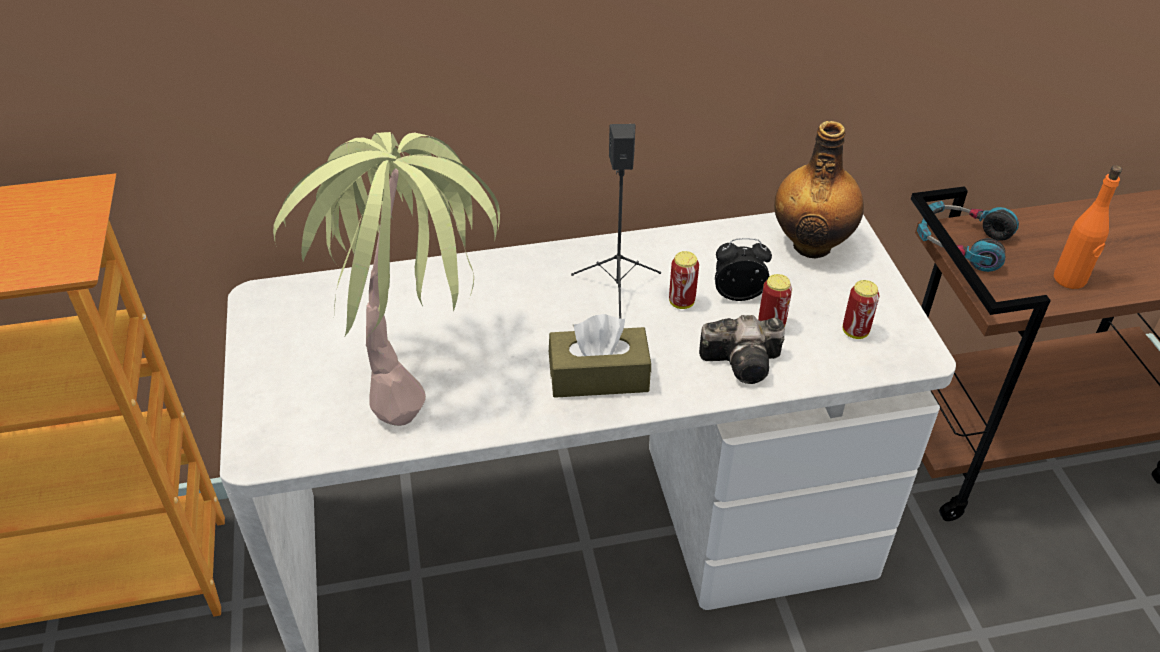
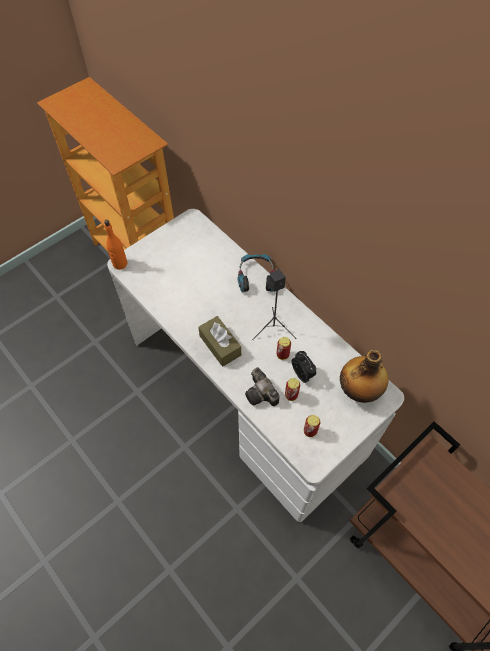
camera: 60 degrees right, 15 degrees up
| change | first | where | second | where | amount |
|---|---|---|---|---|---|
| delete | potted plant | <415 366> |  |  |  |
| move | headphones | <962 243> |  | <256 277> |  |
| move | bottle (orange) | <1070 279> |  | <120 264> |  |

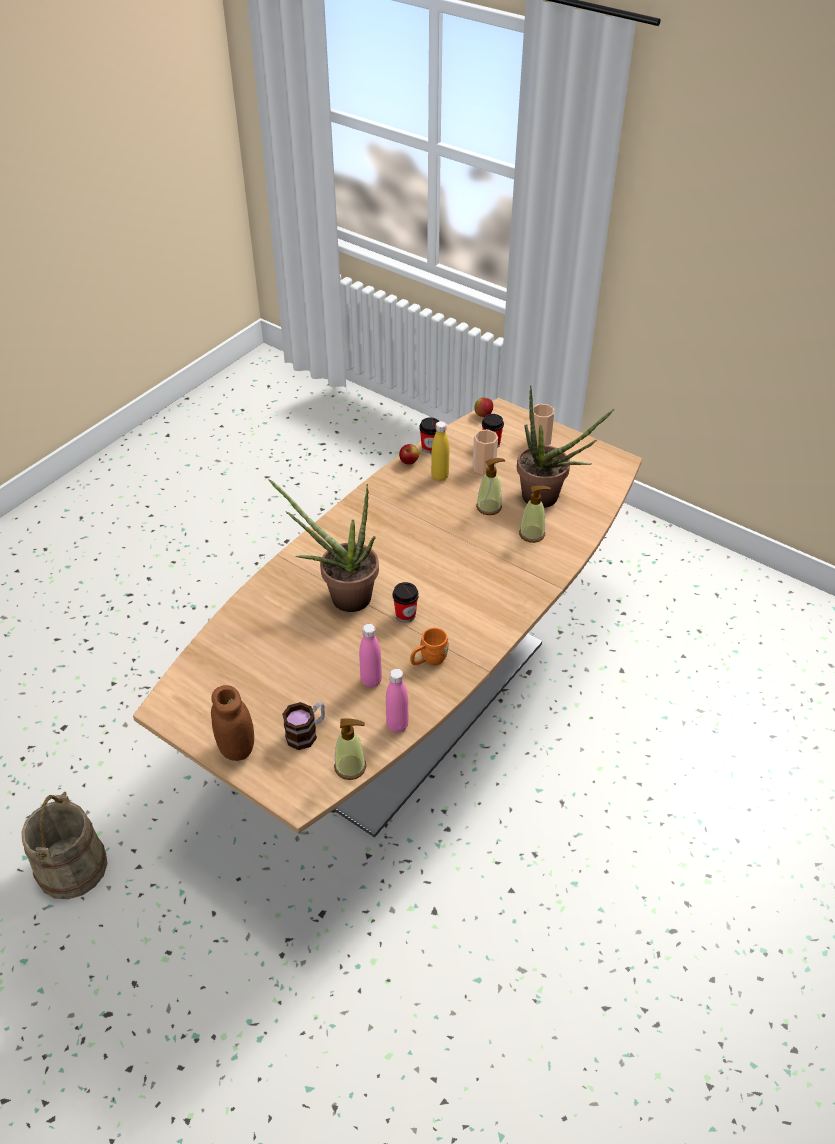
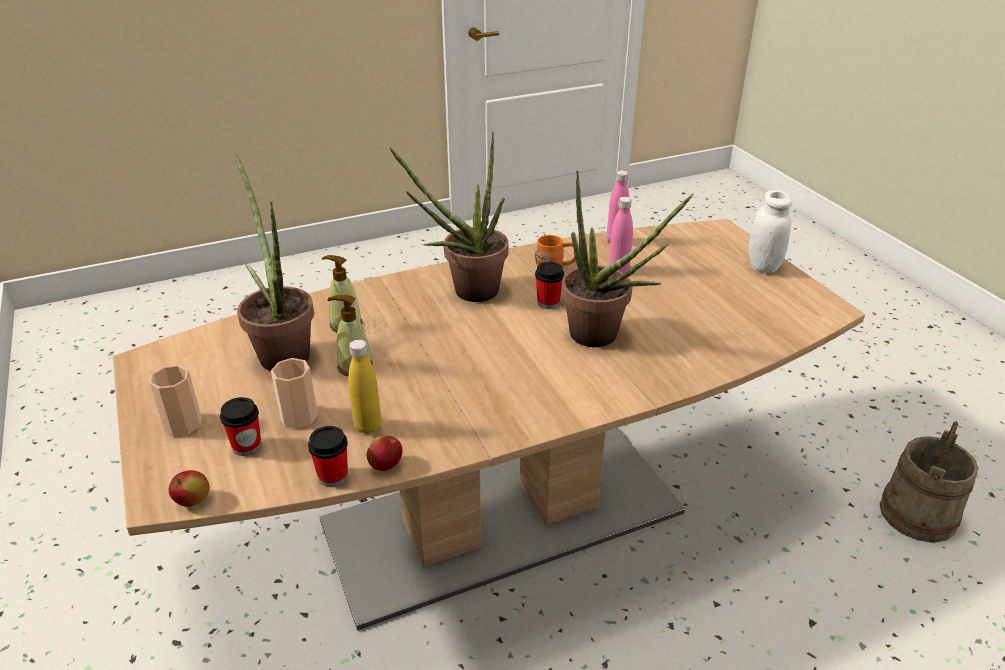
camera: 150 degrees left, 10 degrees down
| change | first | where | second | where | amount |
|---|---|---|---|---|---|
| recolor | jar (brown) | <236 748> | jar (white) | <763 266> |  |
| delete | mug | <307 733> |  |  |  |
| delete | soap dispenser | <350 767> |  |  |  |
| insert |  |  | potted plant | <467 292> |  |

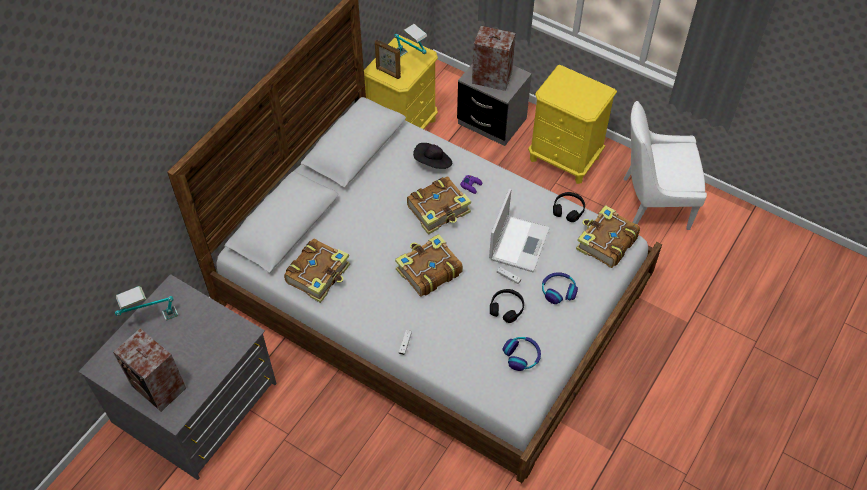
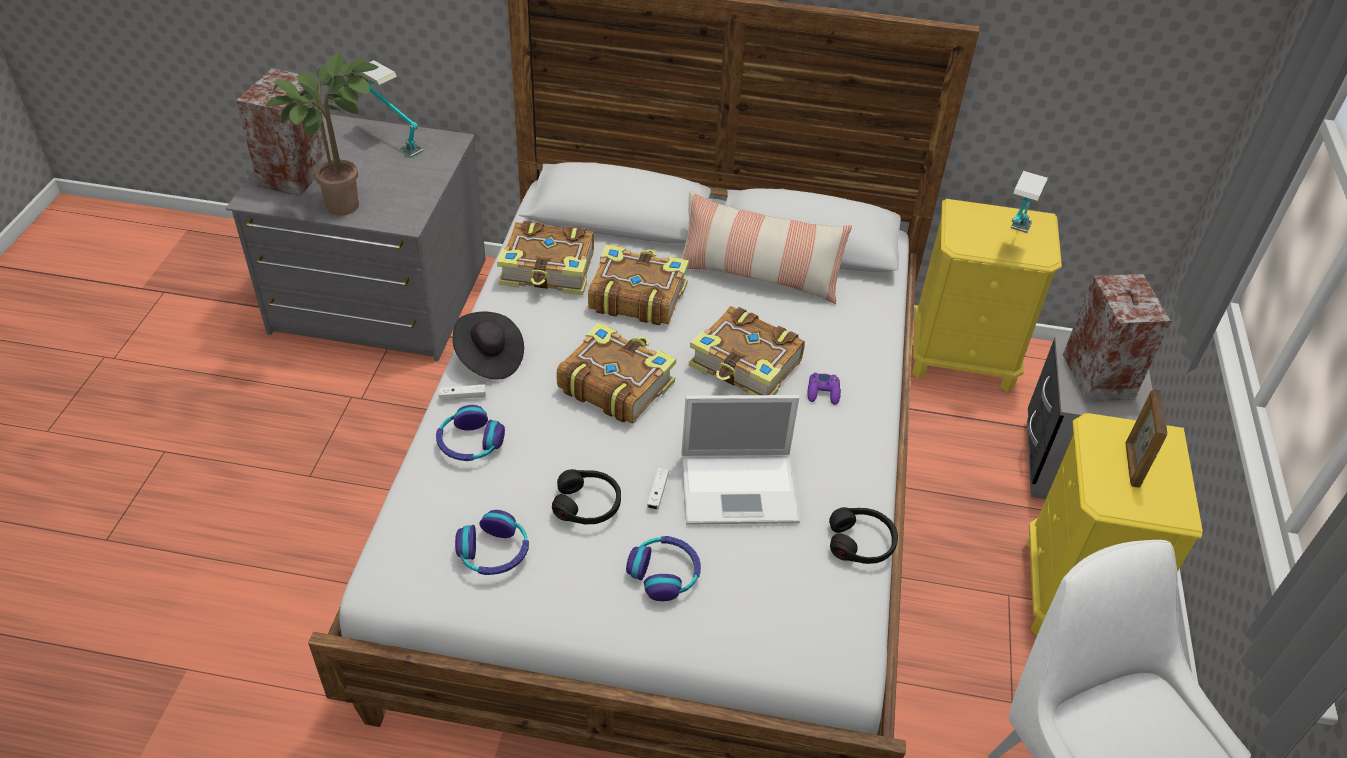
camera: 65 degrees right, 10 degrees down
| change | first | where | second | where | amount |
|---|---|---|---|---|---|
| move | picture frame | <388 73> |  | <1131 465> |  |
| move | hat (black) | <433 163> |  | <489 358> |  |
| move | book | <605 243> |  | <636 296> |  |
| insert |  |  | potted plant | <345 202> |  |
| insert |  |  | headphones | <470 443> |  |
| insert |  |  | pillow | <758 275> |  |

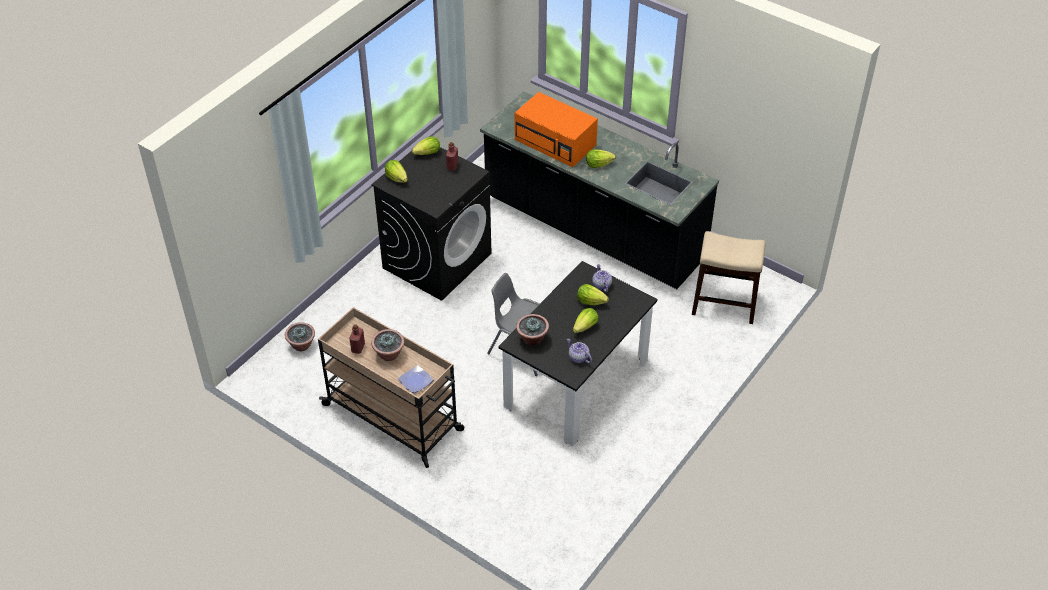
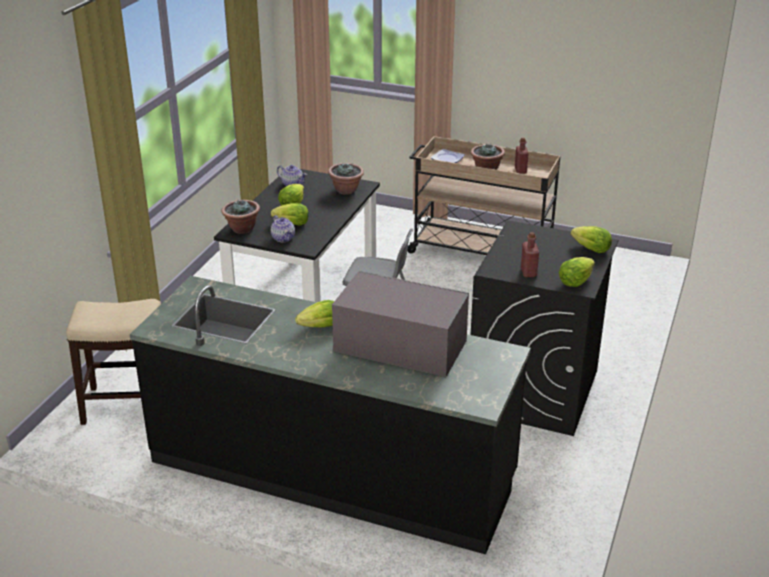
camera: 165 degrees right, 15 degrees down
| change | first | where | second | where | amount |
|---|---|---|---|---|---|
| move | potted plant | <302 345> |  | <242 229> |  |
| recolor | microwave (orange) | <556 142> | microwave (grey) | <398 346> |  |

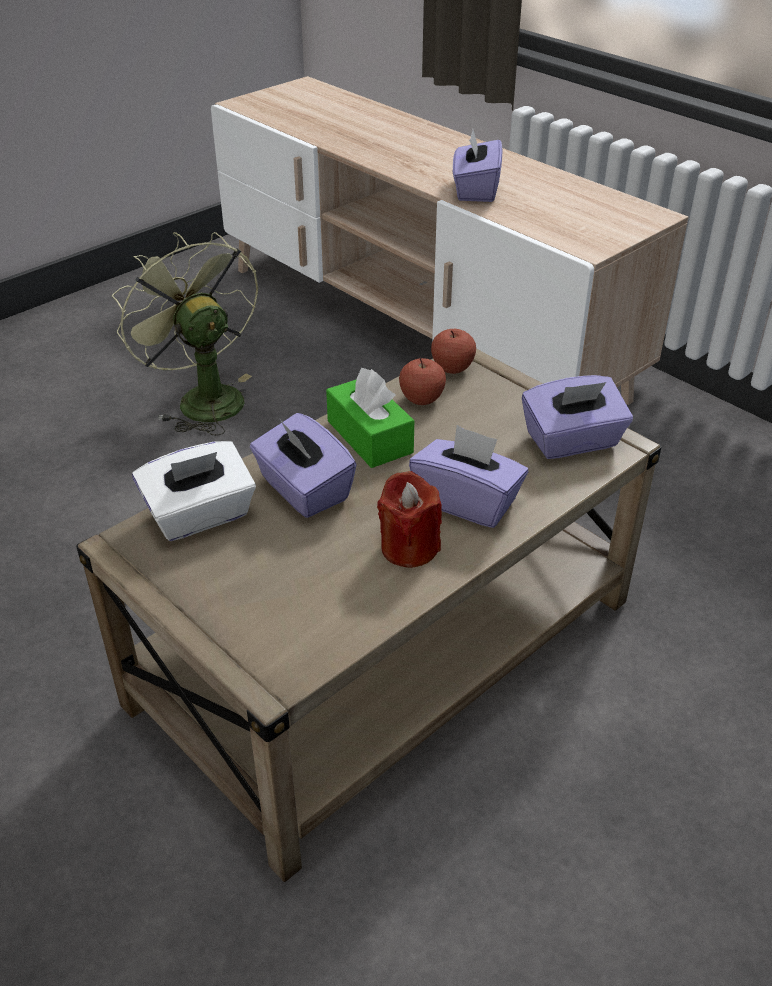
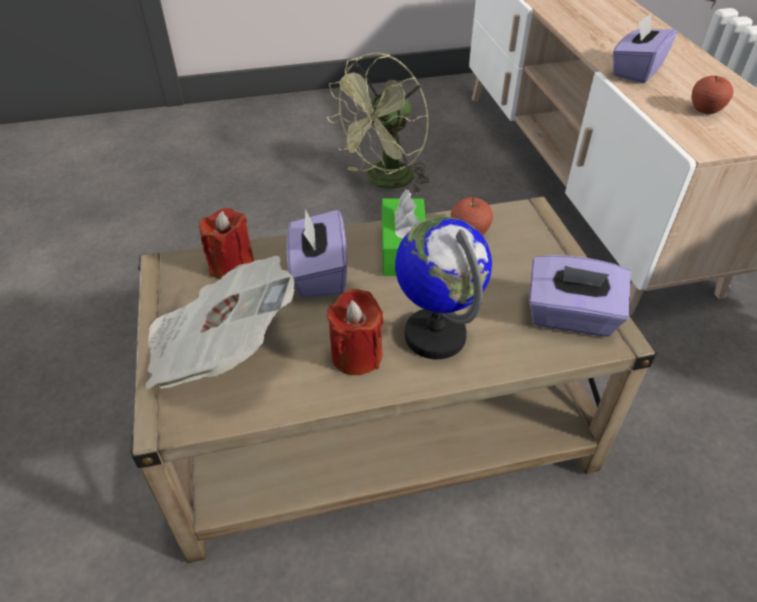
camera: 30 degrees right, 5 degrees up
| change | first | where | second | where | amount |
|---|---|---|---|---|---|
| rotate | fan (green) | <202 398> |  | <384 182> | 135 degrees counterclockwise |
| replace | tissue box (white) | <200 516> | candle (red) | <232 266> |  |
| replace | tissue box (purple) | <467 502> | globe | <435 335> |  |
| move | apple | <452 368> |  | <705 110> |  |
| insert |  |  | newspaper | <219 350> |  |

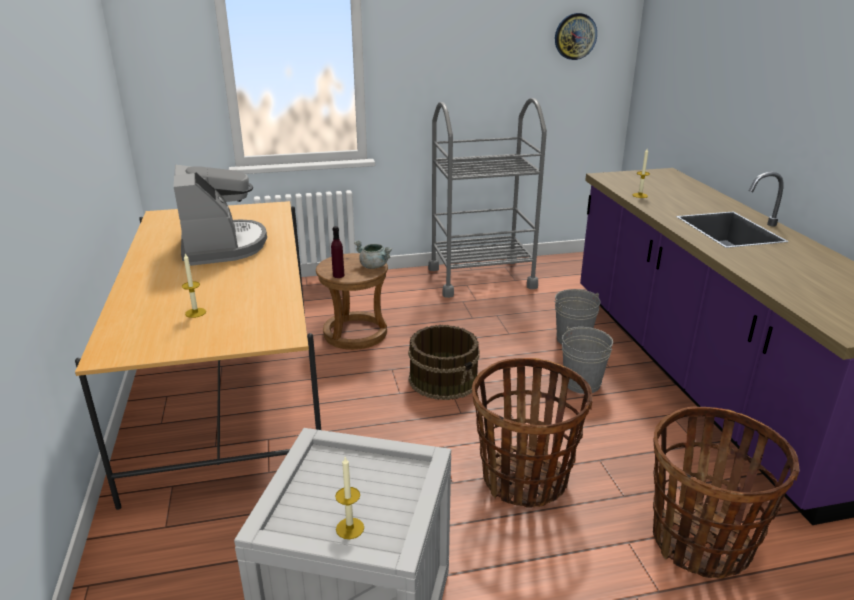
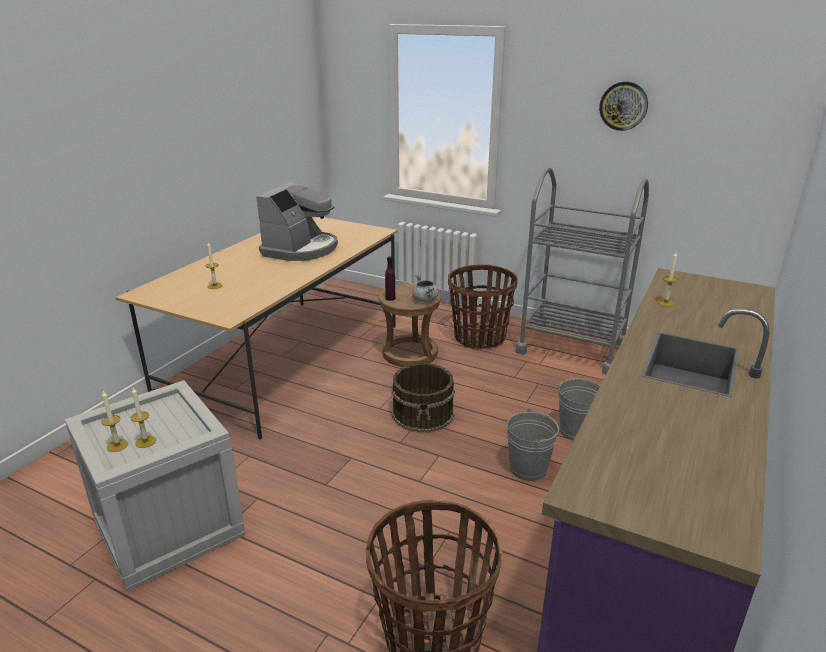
camera: 40 degrees right, 0 degrees up
| change | first | where | second | where | amount |
|---|---|---|---|---|---|
| move | basket | <524 480> |  | <479 338> |  |
| move | wall clock | <575 36> |  | <623 106> |  |
| insert |  |  | candle | <145 441> |  |

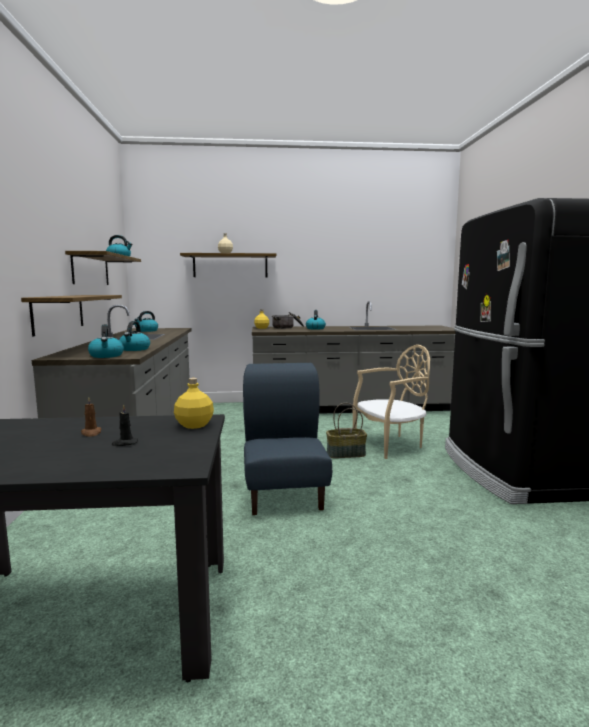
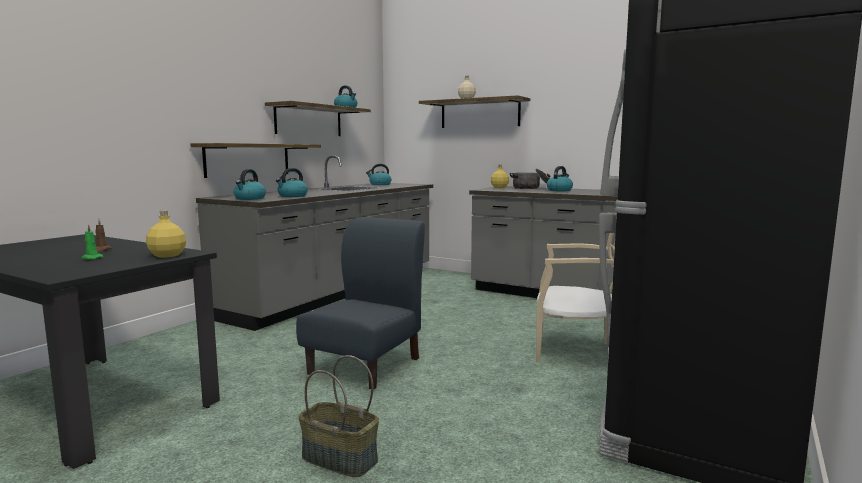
camera: 35 degrees right, 0 degrees up
| change | first | where | second | where | amount |
|---|---|---|---|---|---|
| recolor | candle (black) | <124 443> | candle (green) | <91 258> |  |
| move | basket | <345 454> |  | <338 459> |  |

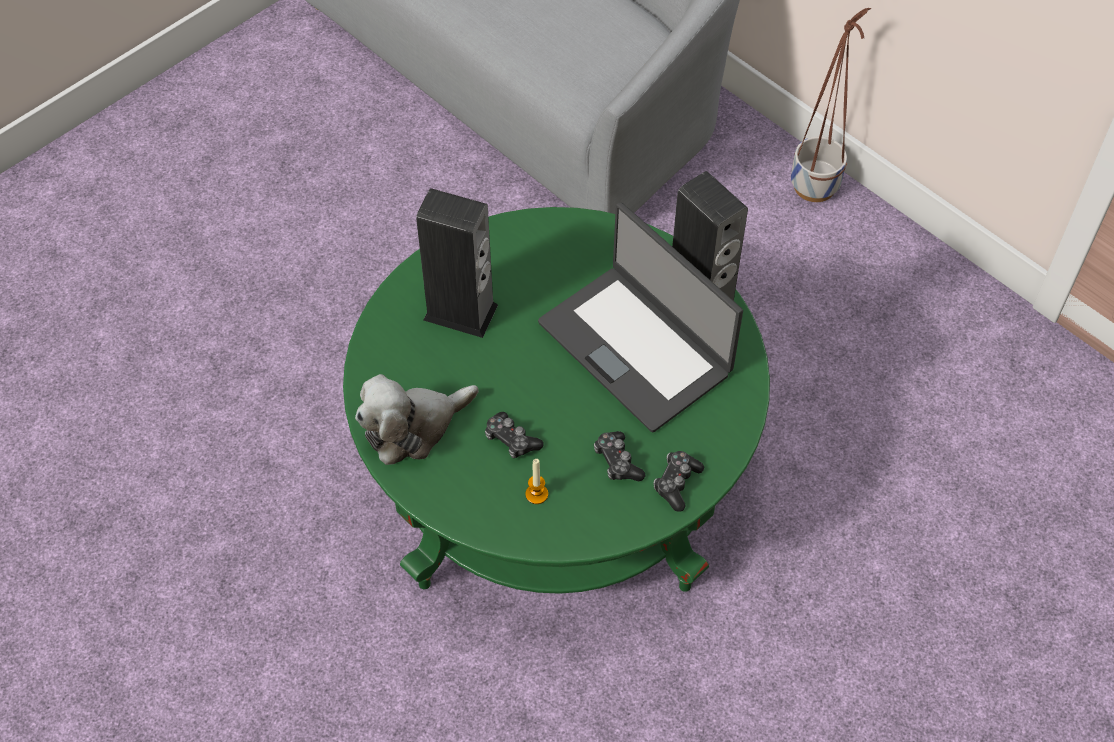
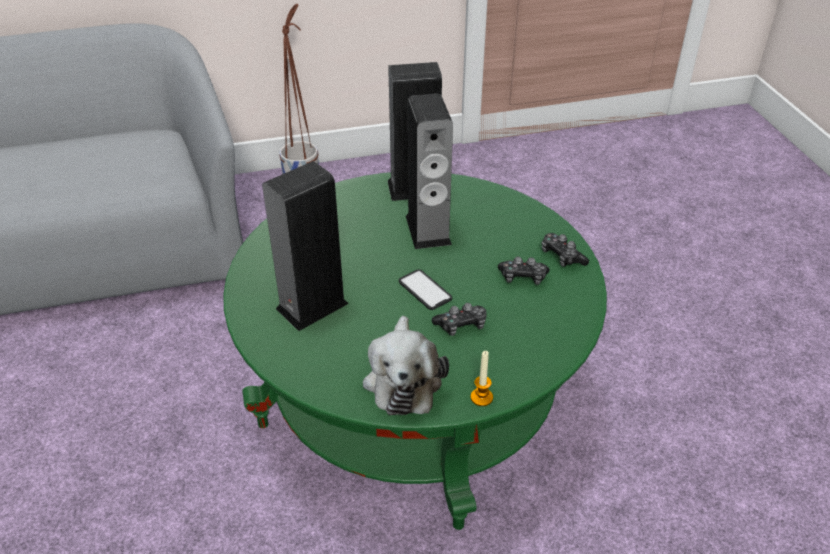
camera: 60 degrees left, 15 degrees down
| change | first | where | second | where | amount |
|---|---|---|---|---|---|
| move | candle | <536 494> |  | <481 397> |  |
| replace | laptop | <636 347> | speaker | <428 230> |  |
| insert |  |  | phone | <425 290> |  |

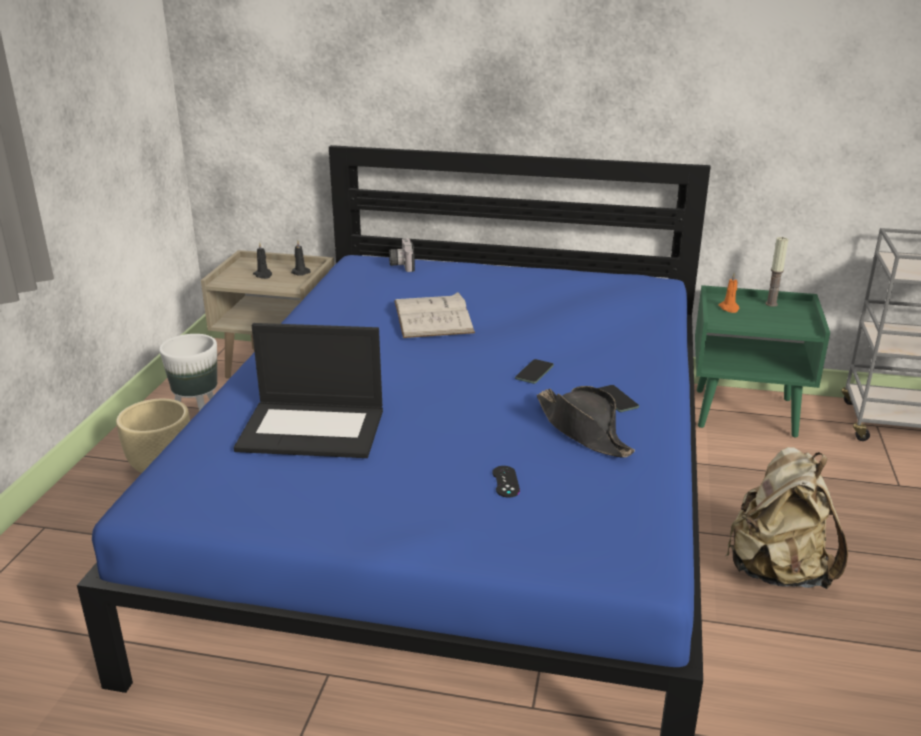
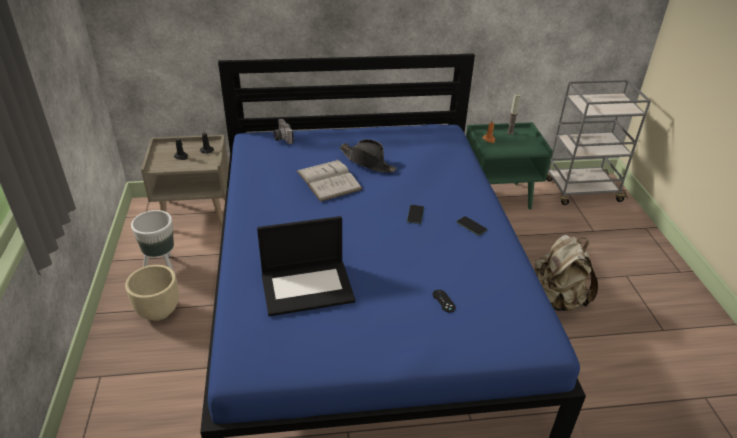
camera: 20 degrees left, 10 degrees up
| change | first | where | second | where | amount |
|---|---|---|---|---|---|
| move | hat (black) | <583 431> |  | <367 162> |  |

